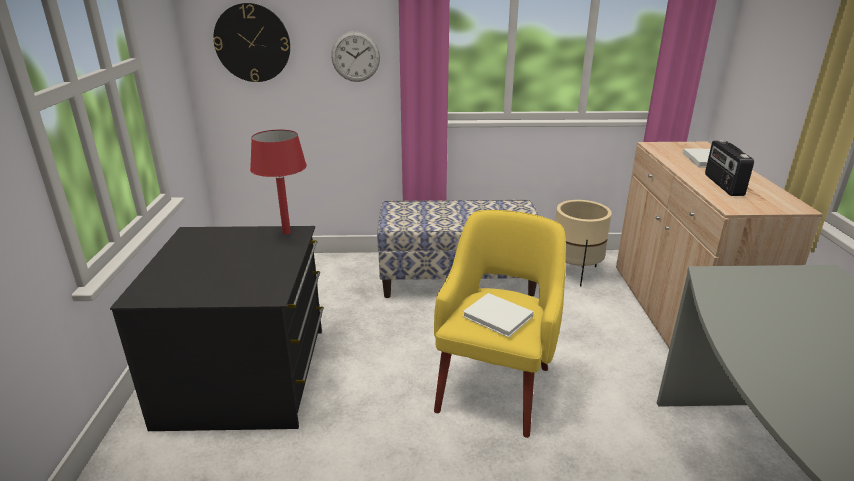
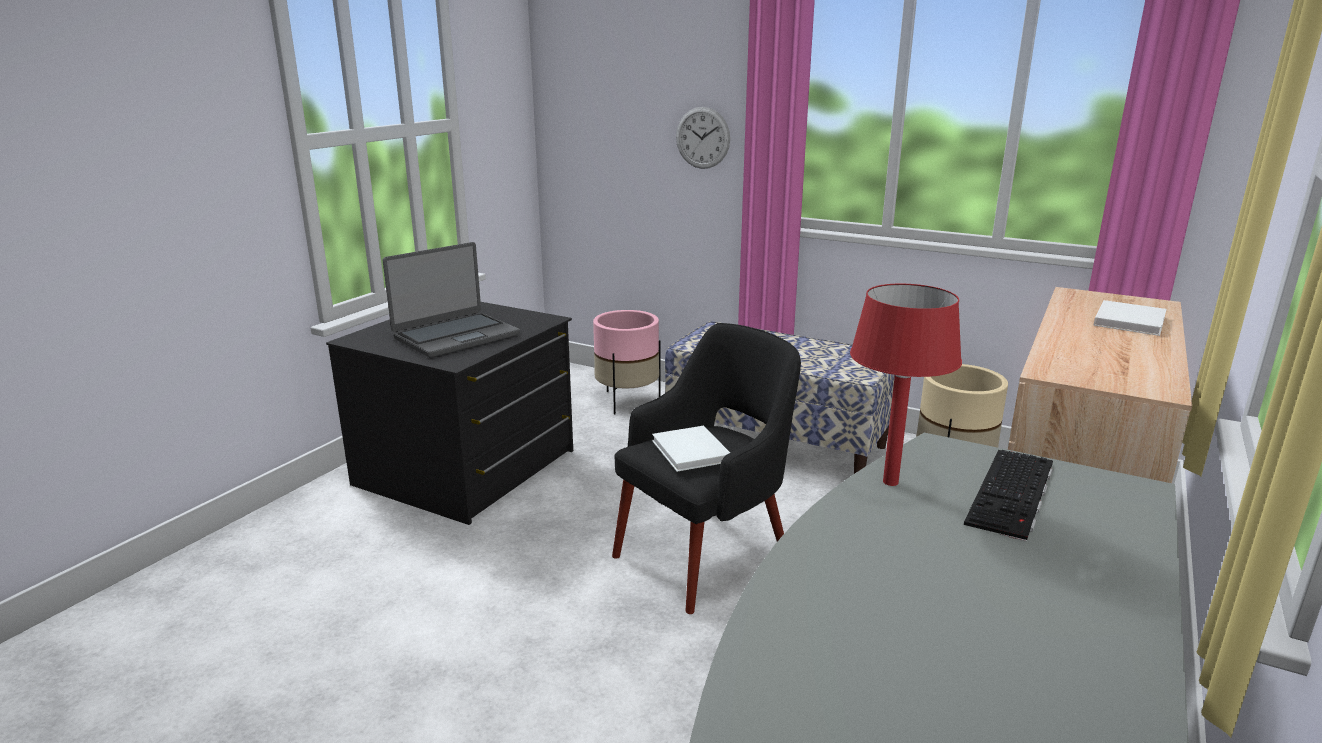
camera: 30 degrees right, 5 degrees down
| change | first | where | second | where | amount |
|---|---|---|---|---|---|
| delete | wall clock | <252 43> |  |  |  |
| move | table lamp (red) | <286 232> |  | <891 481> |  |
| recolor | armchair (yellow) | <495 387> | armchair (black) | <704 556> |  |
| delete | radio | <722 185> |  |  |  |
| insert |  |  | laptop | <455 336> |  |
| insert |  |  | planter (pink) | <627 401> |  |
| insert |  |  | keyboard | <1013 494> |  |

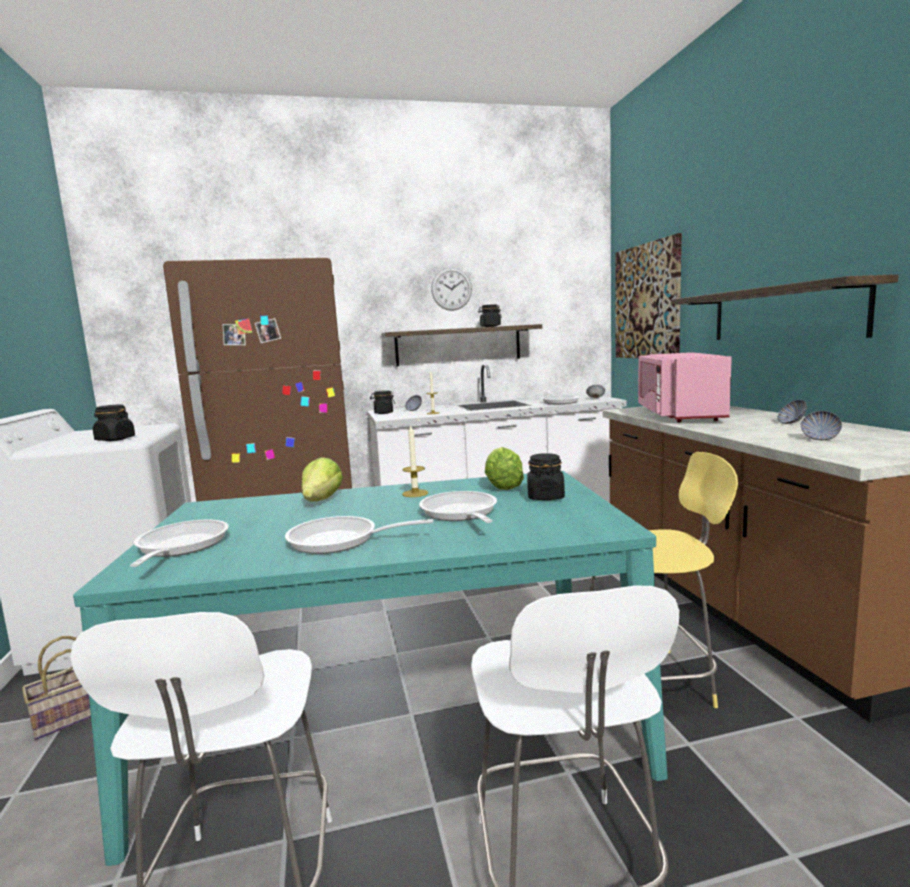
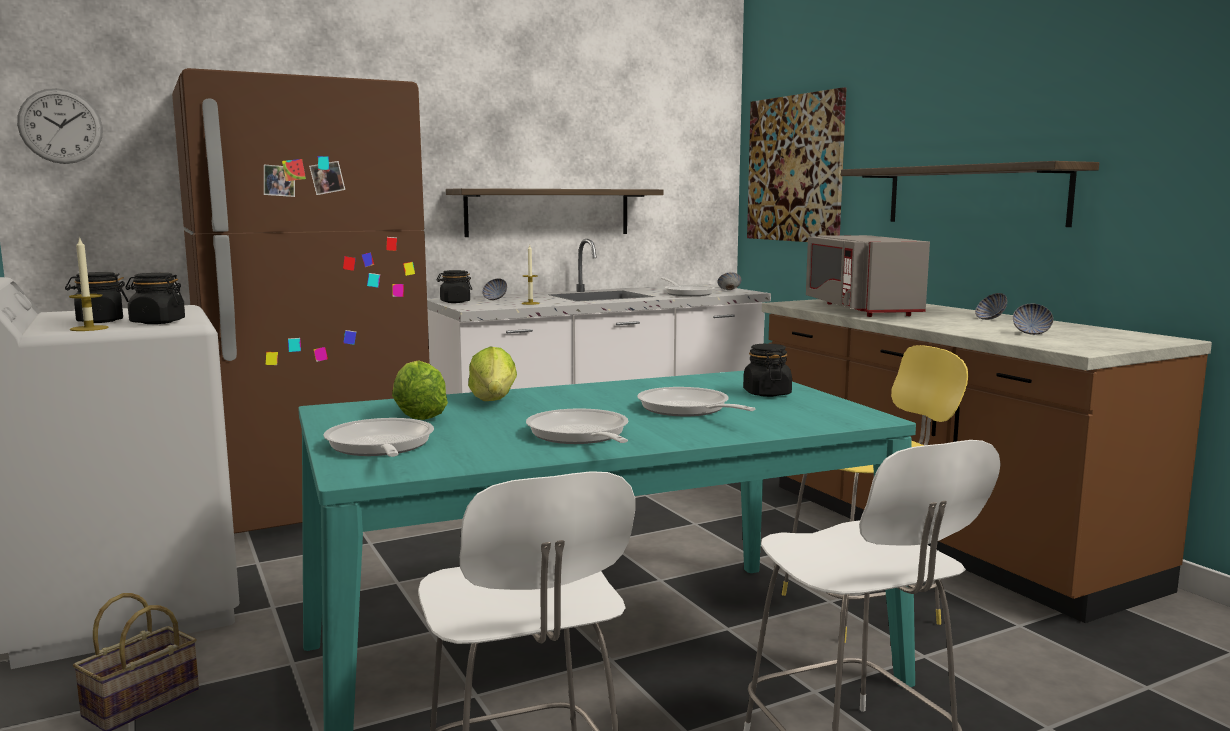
camera: 15 degrees left, 0 degrees up
| change | first | where | second | where | amount |
|---|---|---|---|---|---|
| rotate | frying pan | <340 541> |  | <580 436> | 75 degrees clockwise |
| move | candle | <415 493> |  | <89 328> |  |
| move | wall clock | <451 289> |  | <60 126> |  |
| move | jar (black) | <490 326> |  | <100 321> |  |
| move | lettuce | <502 486> |  | <419 415> |  |
| recolor | microwave (pink) | <678 414> | microwave (grey) | <860 309> |  |

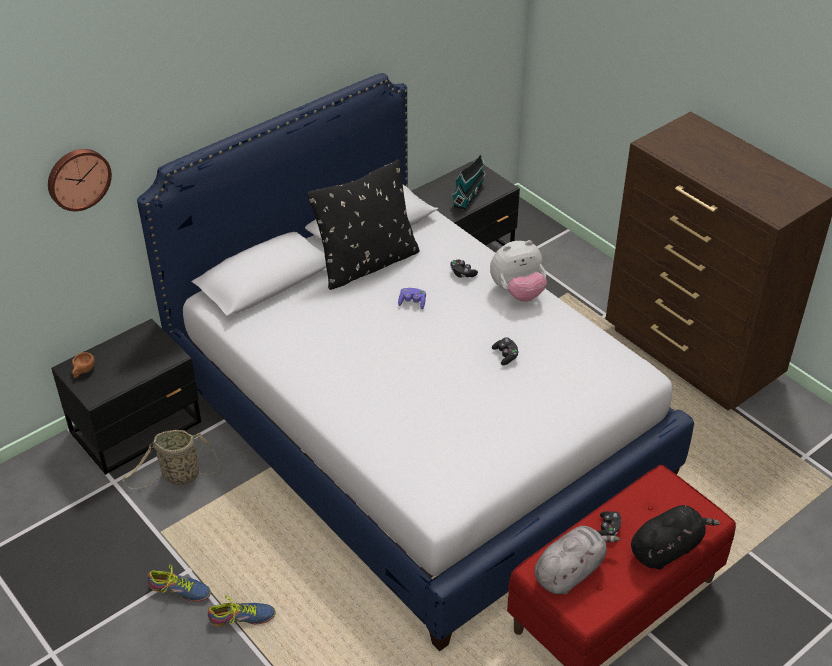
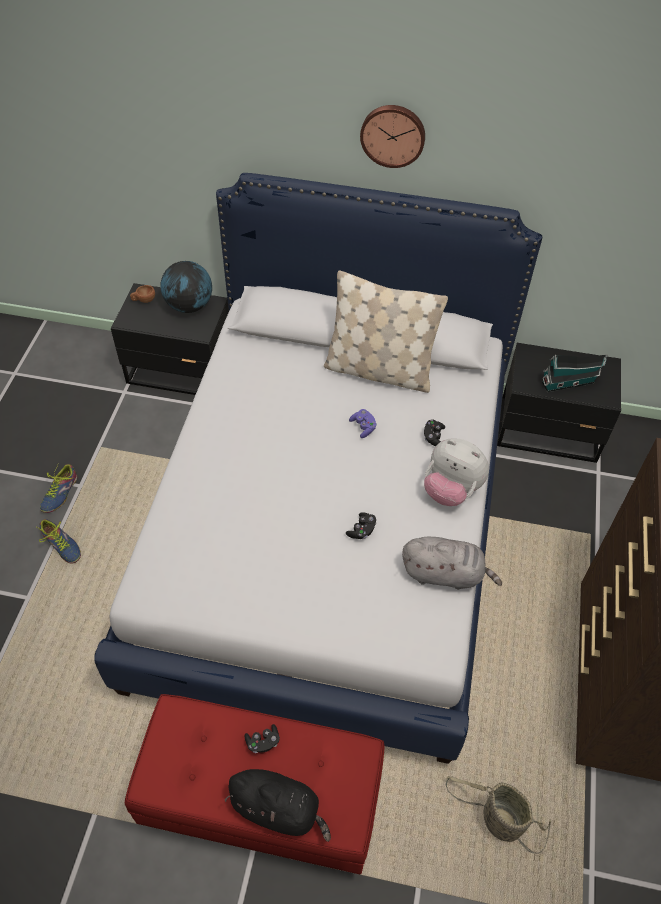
camera: 50 degrees right, 10 degrees up
| change | first | where | second | where | amount |
|---|---|---|---|---|---|
| move | wall clock | <78 178> |  | <393 135> |  |
| move | basket | <178 477> |  | <498 820> |  |
| rotate | shoe | <180 590> |  | <60 493> | 45 degrees clockwise |
| recolor | pillow (black) | <367 264> | pillow (beige) | <379 370> |  |
| move | plush toy (grey) | <570 571> |  | <445 573> |  |
| insert |  |  | globe | <189 306> |  |

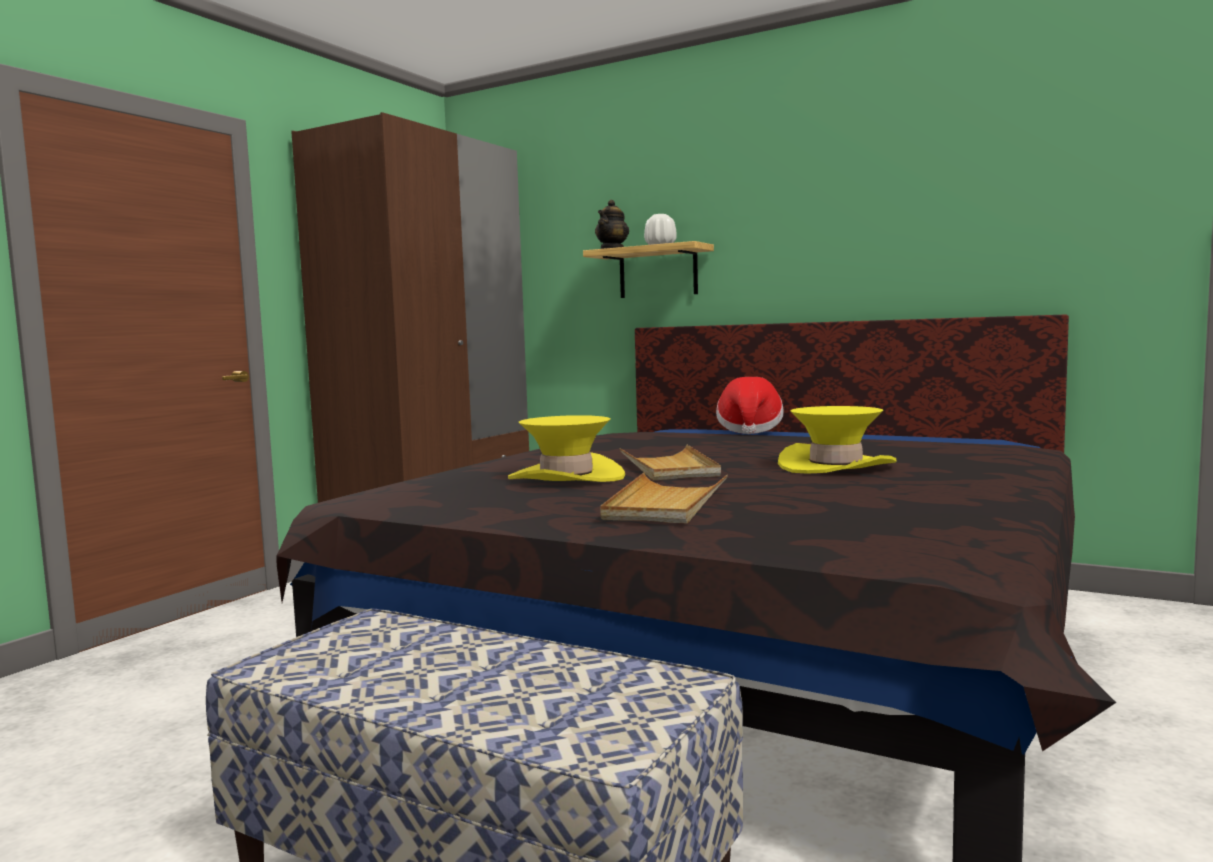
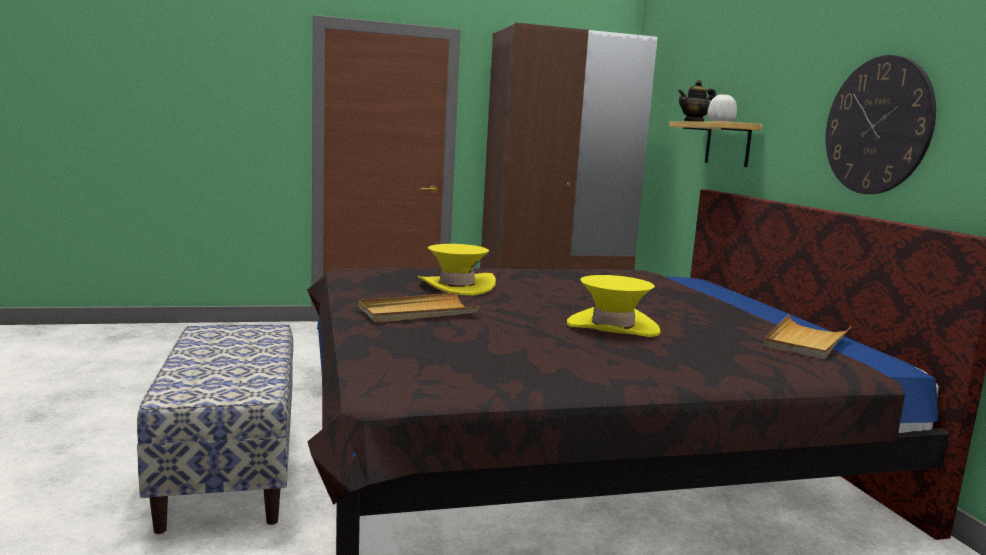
camera: 45 degrees right, 5 degrees up
| change | first | where | second | where | amount |
|---|---|---|---|---|---|
| move | tray (beige) | <669 468> |  | <805 341> |  |
| delete | hat | <749 430> |  |  |  |
| insert |  |  | wall clock | <877 126> |  |

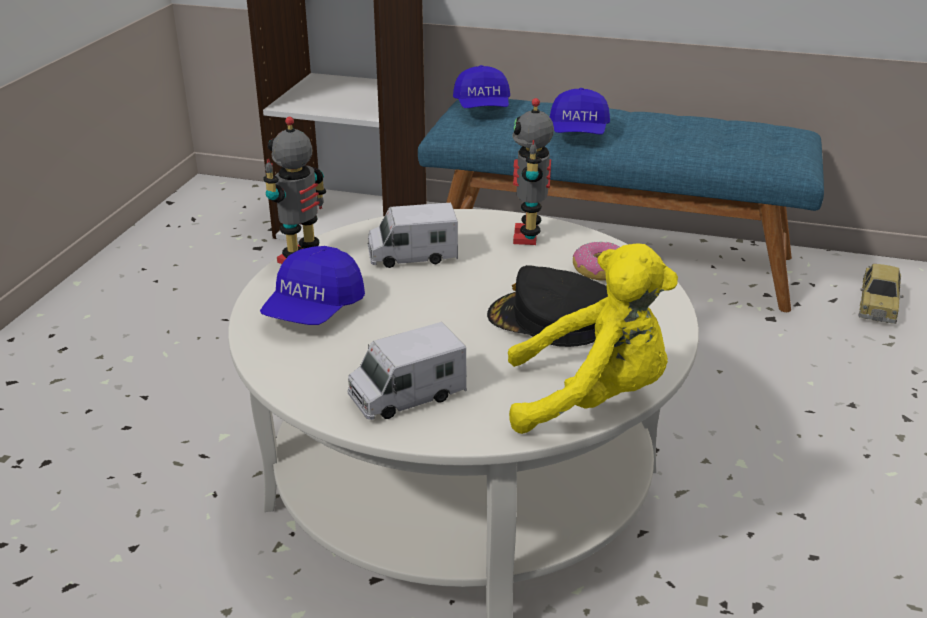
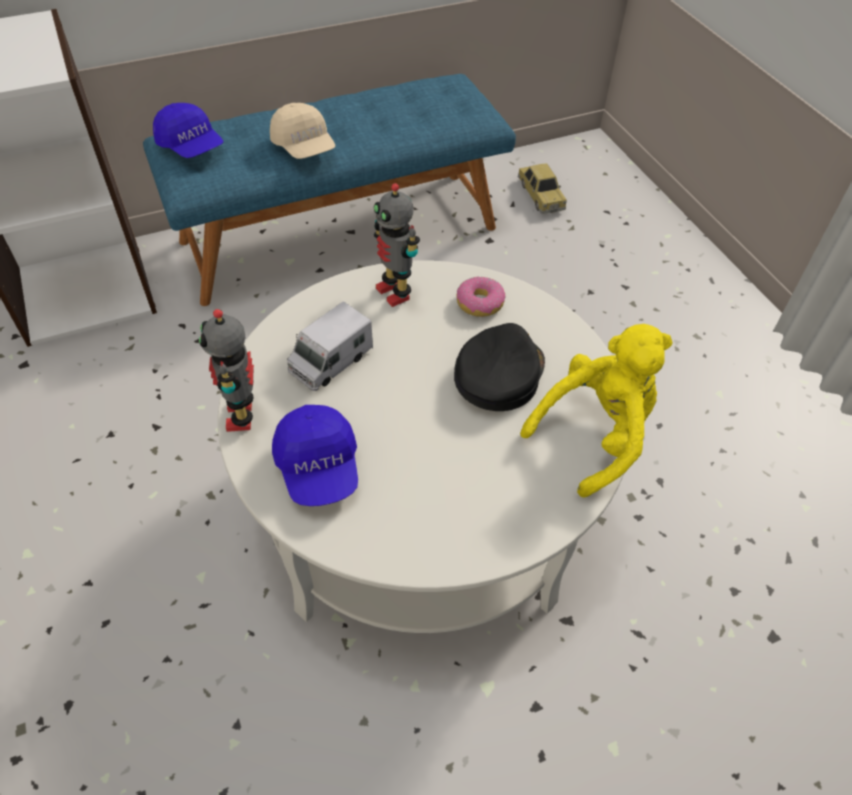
camera: 40 degrees left, 20 degrees up
| change | first | where | second | where | amount |
|---|---|---|---|---|---|
| delete | toy truck | <407 395> |  |  |  |
| rotate | cap (black) | <553 320> |  | <498 373> | 135 degrees clockwise |
| recolor | cap (blue) | <579 133> | cap (beige) | <304 147> |  |

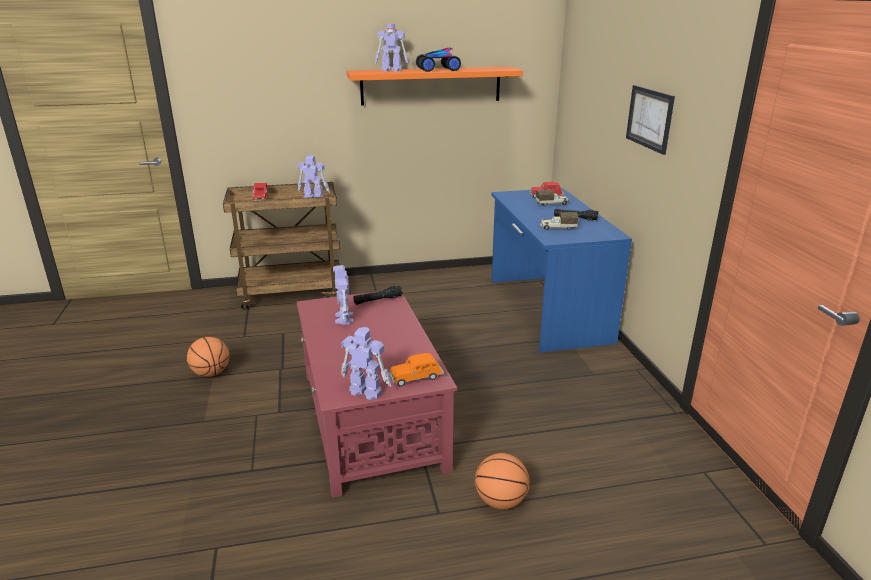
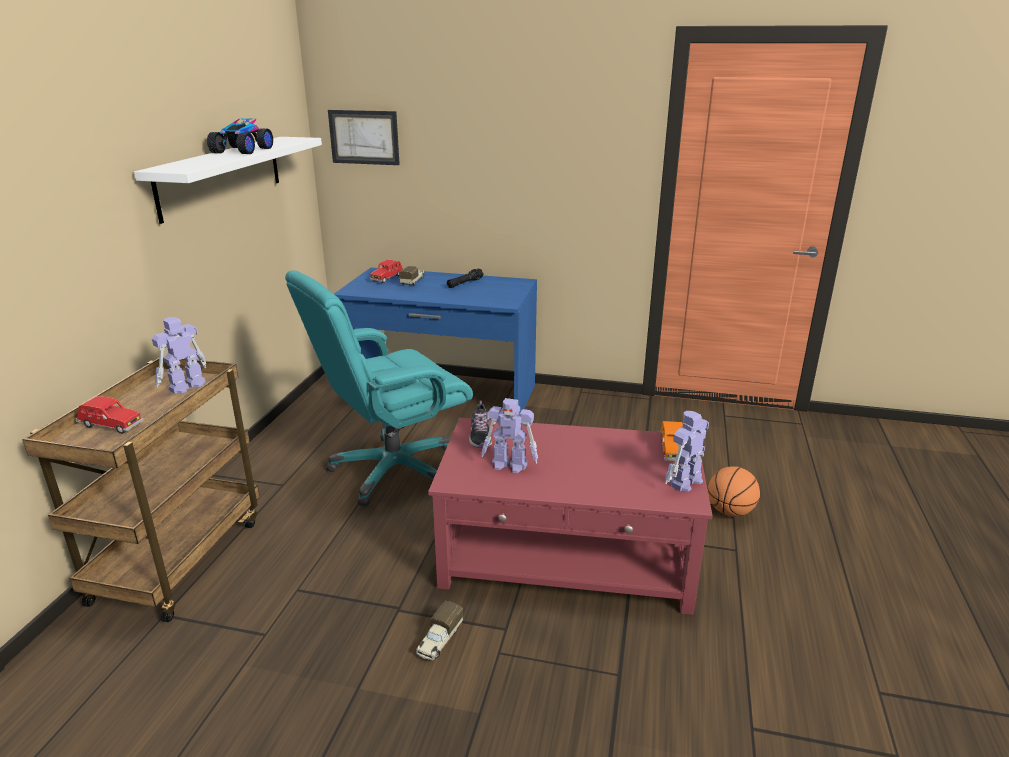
camera: 65 degrees left, 0 degrees up
| change | first | where | second | where | amount |
|---|---|---|---|---|---|
| delete | basketball | <211 373> |  |  |  |
| recolor | shelf (orange) | <431 85> | shelf (white) | <222 176> |  |
| replace | flashlight (black) | <378 300> | shoe | <480 436> |  |
| delete | toy robot | <392 70> |  |  |  |
| move | toy truck | <557 228> |  | <439 641> |  |
| move | picture | <649 118> |  | <364 137> |  |
| insert |  |  | office chair (turquoise) | <393 470> |  |

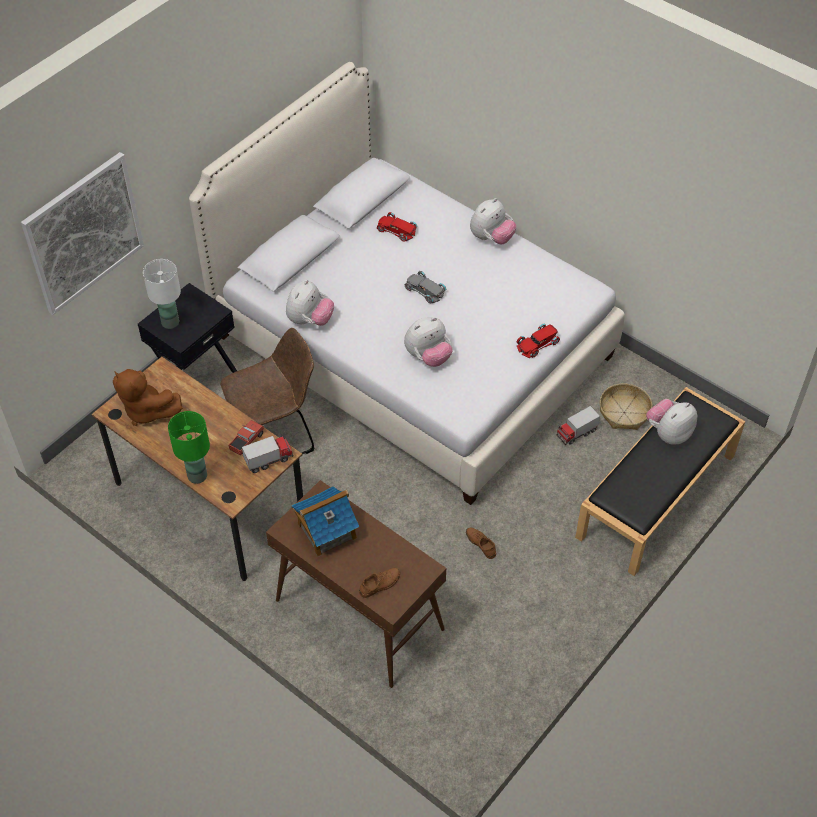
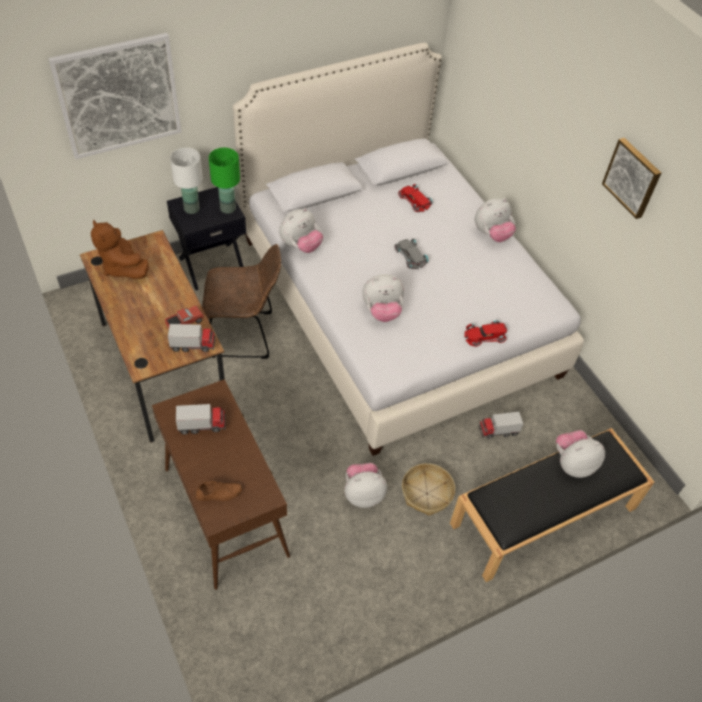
camera: 20 degrees right, 0 degrees up
| change | first | where | second | where | amount |
|---|---|---|---|---|---|
| move | table lamp (green) | <197 475> |  | <228 208> |  |
| replace | toy house | <326 531> | toy truck | <202 425> |  |
| replace | shoe (brown) | <481 544> | plush toy | <363 494> |  |
| move | basket | <624 412> |  | <426 493> |  |
| insert |  |  | picture | <633 177> |  |

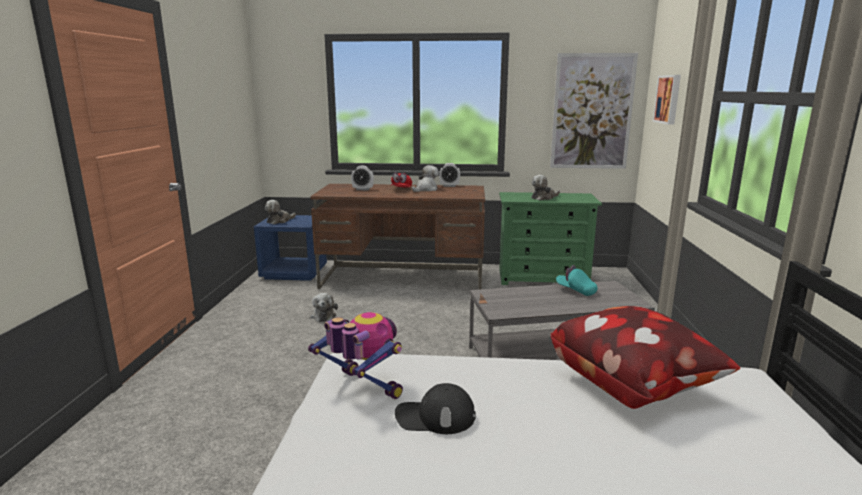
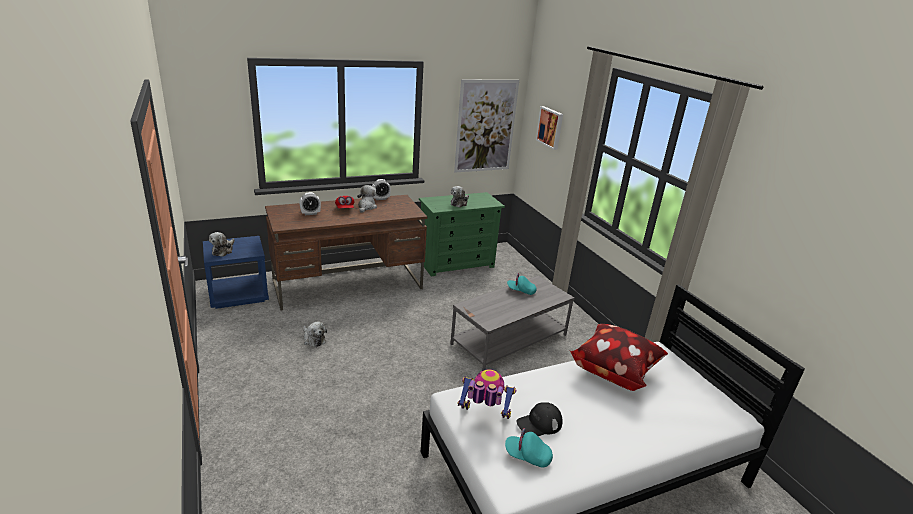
camera: 30 degrees left, 10 degrees up
| change | first | where | second | where | amount |
|---|---|---|---|---|---|
| insert |  |  | cap (turquoise) | <527 456> |  |

